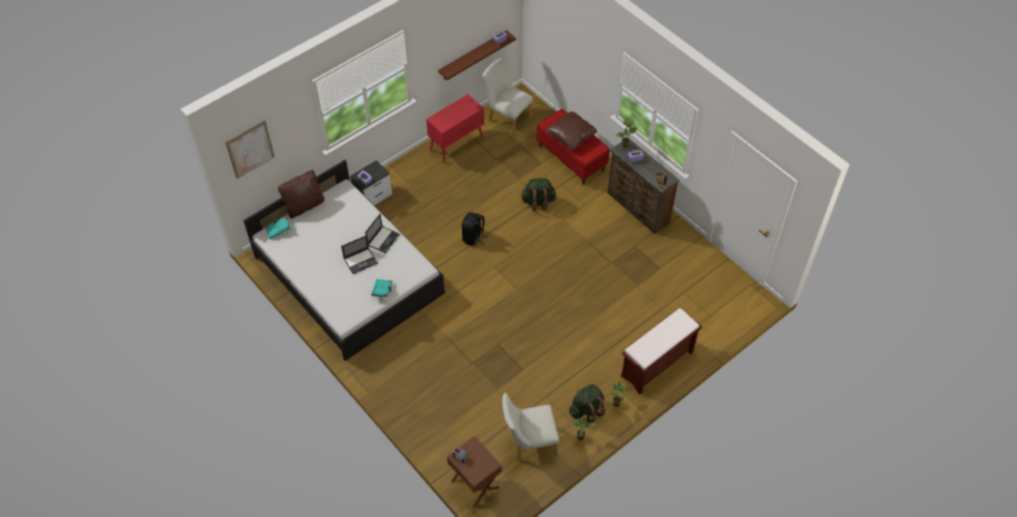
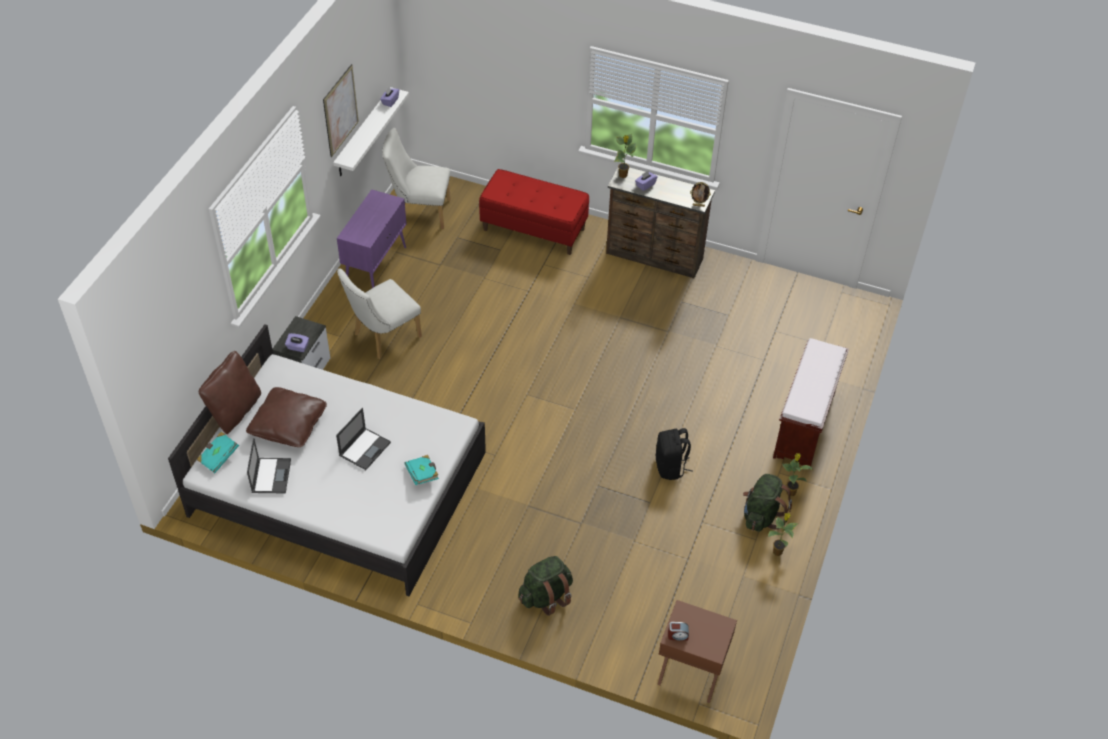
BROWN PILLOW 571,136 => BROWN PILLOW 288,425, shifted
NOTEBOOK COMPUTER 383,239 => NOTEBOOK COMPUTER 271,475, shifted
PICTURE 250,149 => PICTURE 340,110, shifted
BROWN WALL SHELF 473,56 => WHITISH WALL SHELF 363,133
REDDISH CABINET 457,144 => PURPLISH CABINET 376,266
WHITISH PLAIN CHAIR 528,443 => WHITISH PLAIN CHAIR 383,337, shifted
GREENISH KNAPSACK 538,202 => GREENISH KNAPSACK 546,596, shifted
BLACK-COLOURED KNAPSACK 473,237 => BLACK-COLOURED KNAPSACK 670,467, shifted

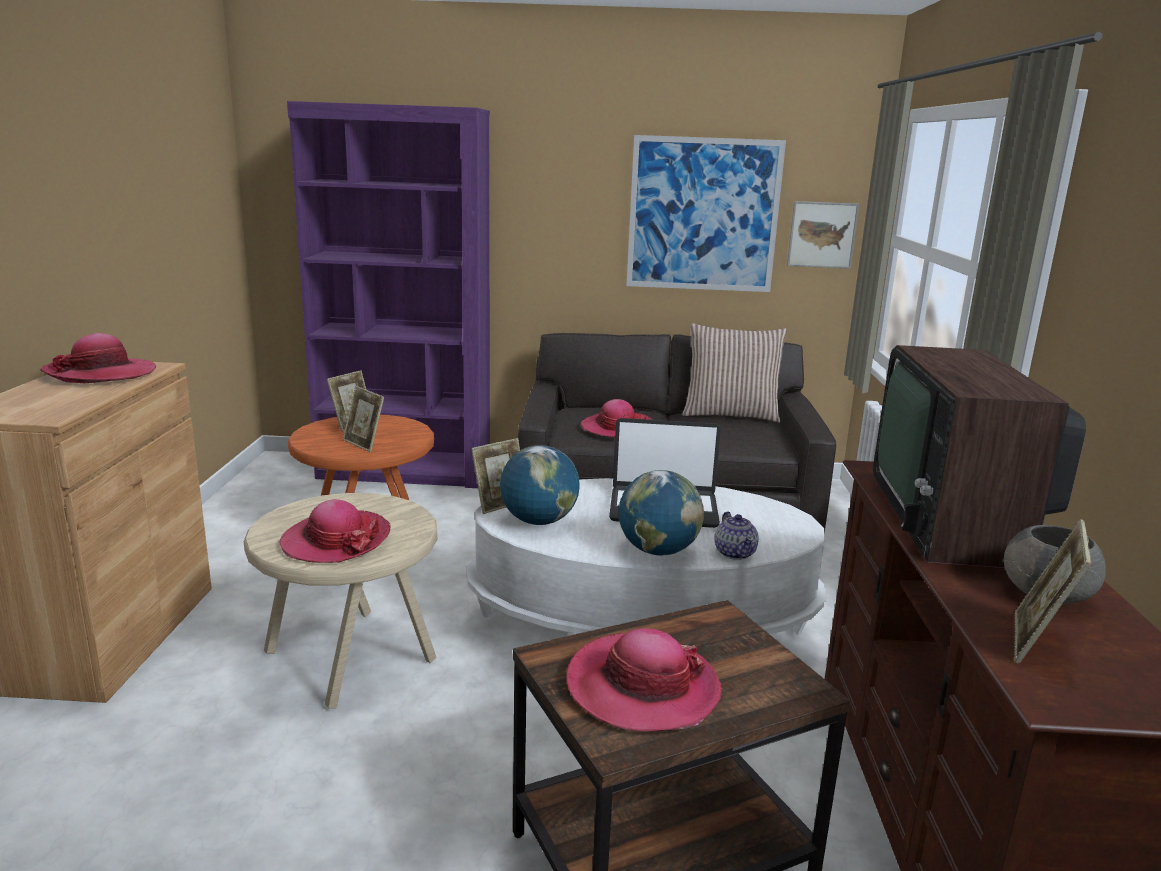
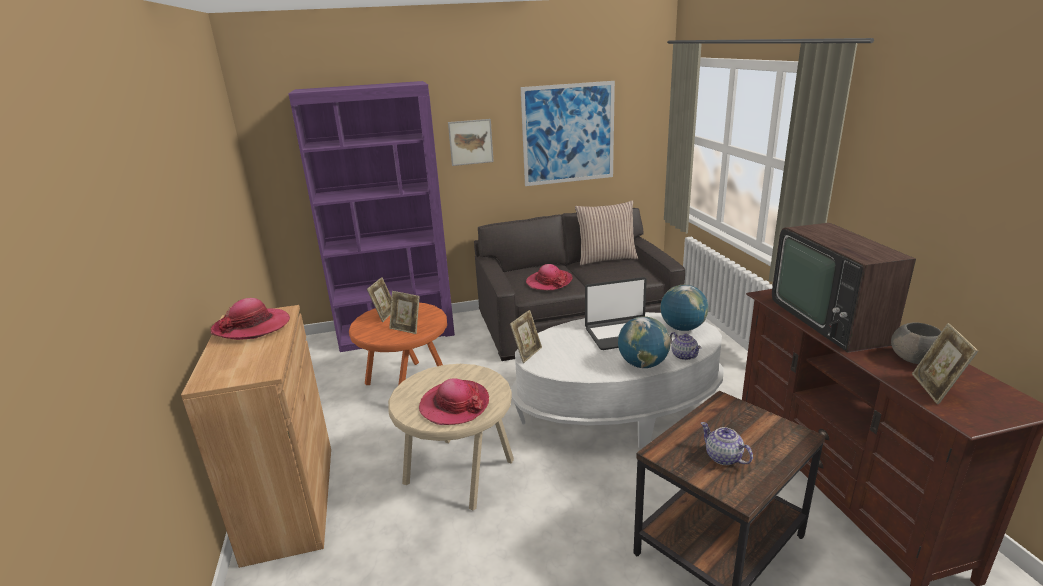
PICTURE 822,235 => PICTURE 471,142, shifted
GLOBE 539,521 => GLOBE 682,328, shifted
WEARABLE HAT 642,687 => TEAPOT 723,457

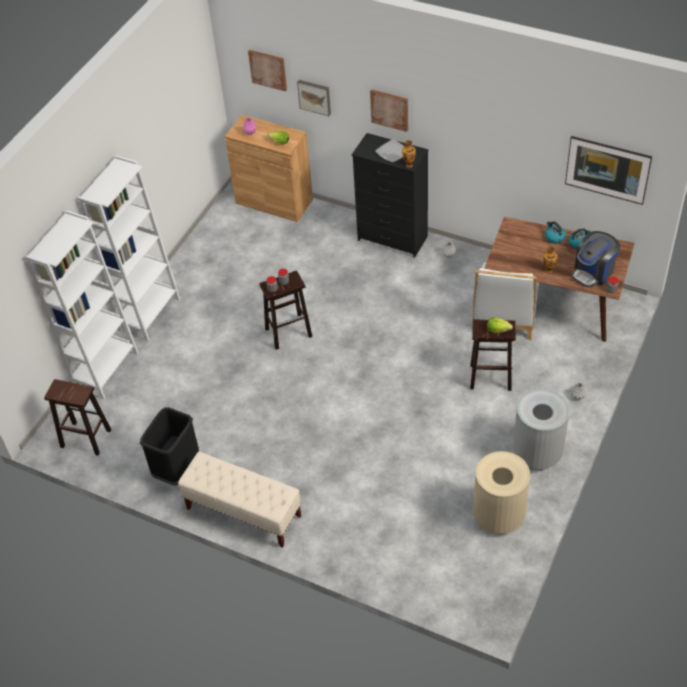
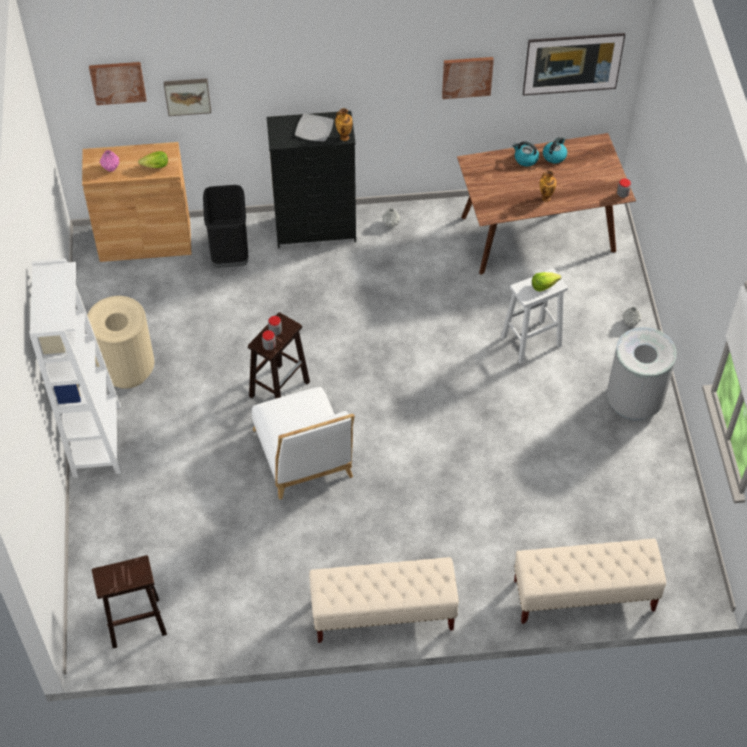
BEIGE RUBBISH BIN 499,516 => BEIGE RUBBISH BIN 127,370, shifted
BLACK-COLOURED RUBBISH BIN 177,469 => BLACK-COLOURED RUBBISH BIN 229,254, shifted
WHITISH PLAIN CHAIR 504,316 => WHITISH PLAIN CHAIR 304,459, shifted
PICTURE 389,109 => PICTURE 467,76, shifted
BROWN SITTING STOOL 489,377 => WHITISH SITTING STOOL 530,342
nothing => BEIGE LONG SEAT 583,595
WHITISH BOOKCASE 106,370 => nothing
COFFEE MAKER 593,272 => nothing

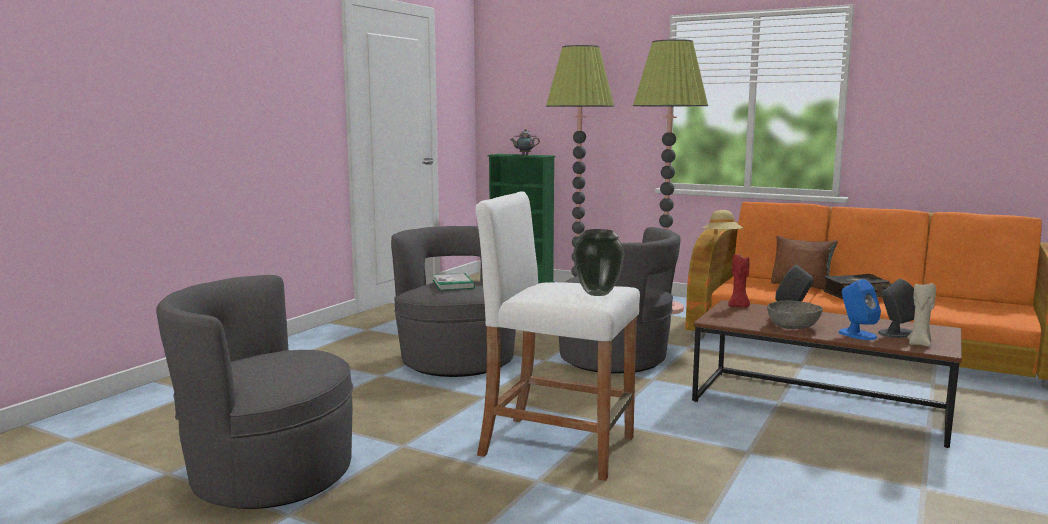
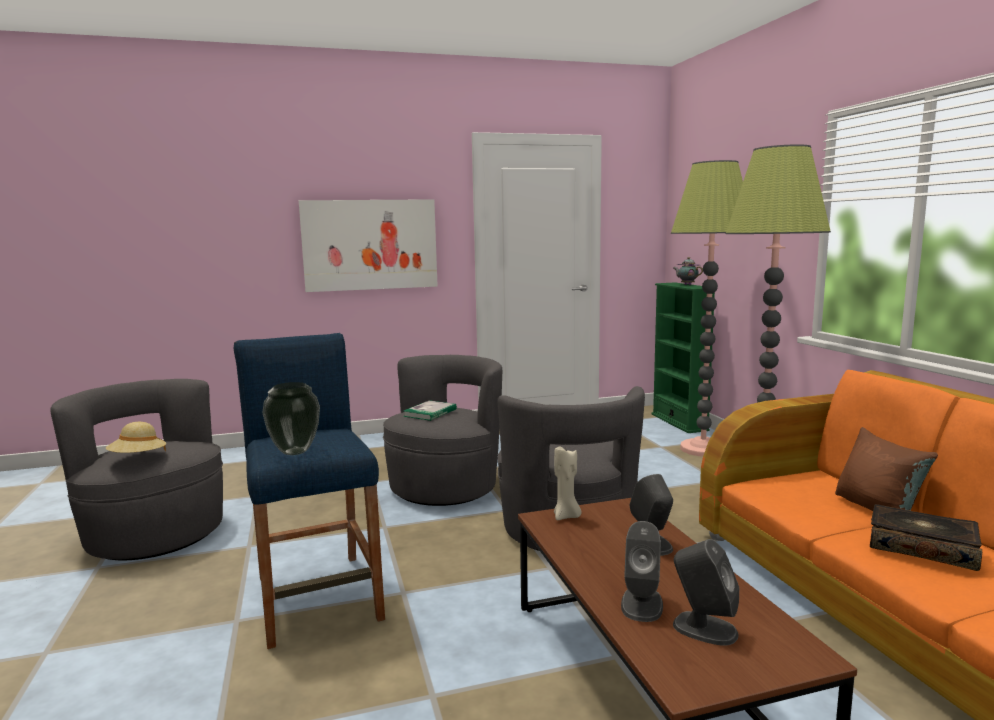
BEIGE WEARABLE HAT 722,238 => BEIGE WEARABLE HAT 138,458, shifted
WHITISH SITTING STOOL 557,446 => BLUE-COLOURED SITTING STOOL 318,597
nothing => PICTURE 370,245
BEIGE WAX LIGHT 920,344 => BEIGE WAX LIGHT 566,516, shifted
BLUE-COLOURED AUDIO SPEAKER 857,334 => GREYISH AUDIO SPEAKER 642,604
REDDISH WAX LIGHT 739,306 => nothing
GREYISH DEEP DISH 793,326 => nothing

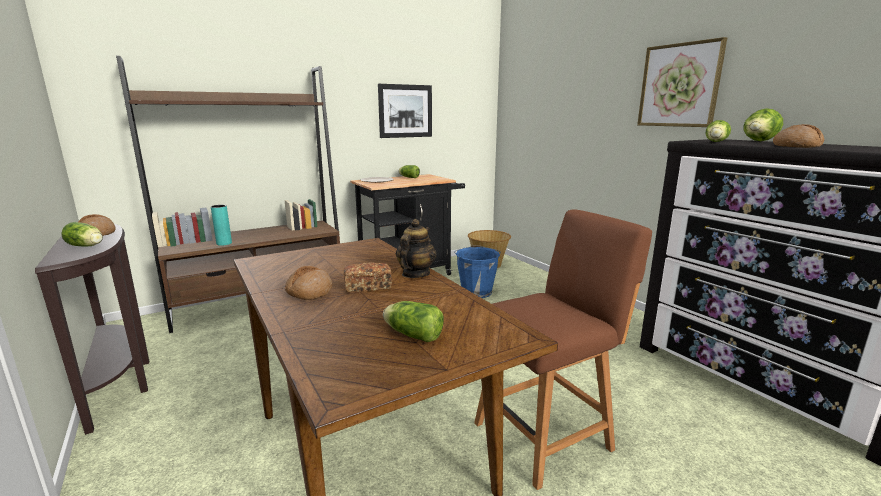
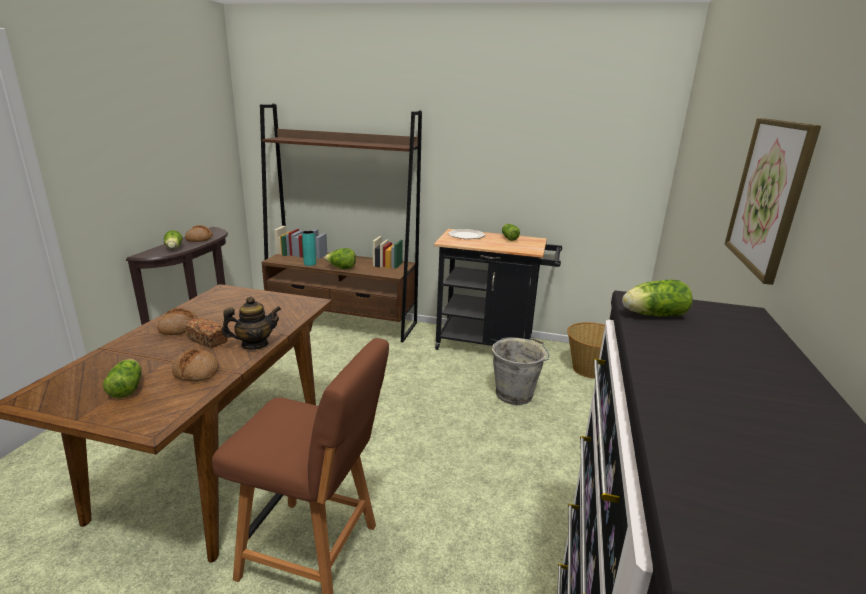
BREAD 796,146 => BREAD 196,372, shifted
LETTUCE 759,141 => LETTUCE 341,268, shifted
BLUE-COLOURED PAIL 476,292 => GREYISH PAIL 515,394
PICTURE 405,111 => nothing

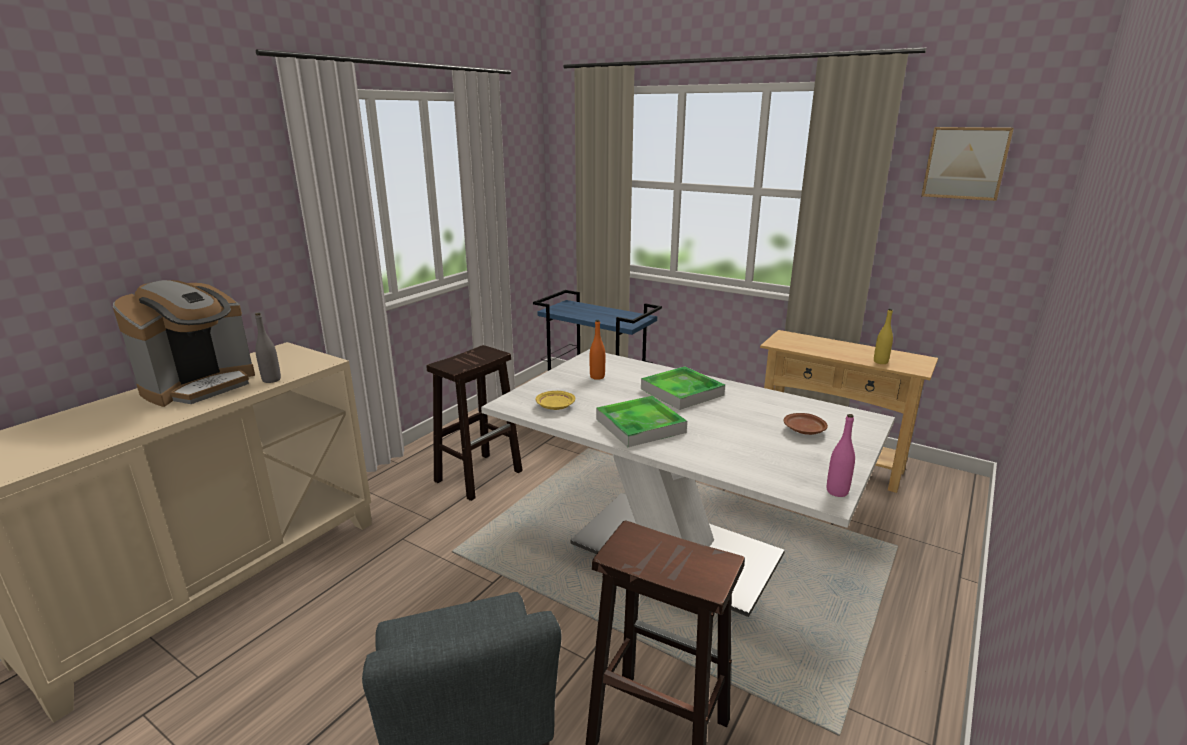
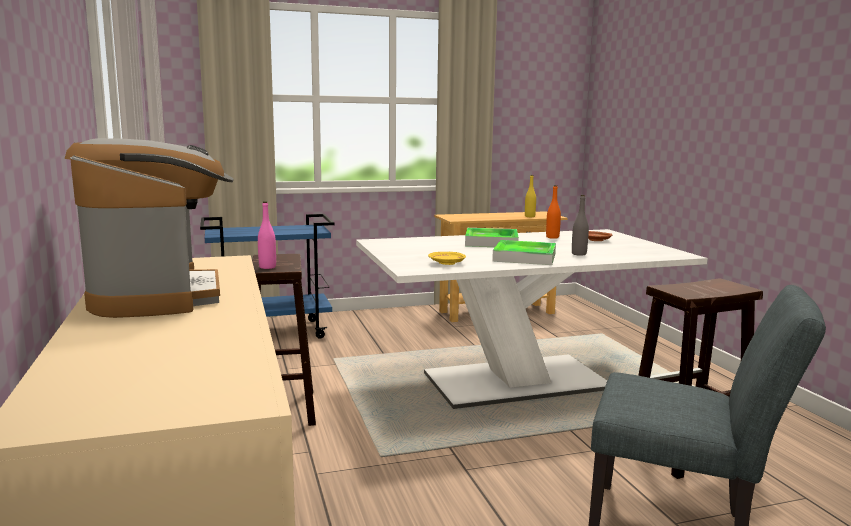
PINKISH BOTTLE 837,491 => PINKISH BOTTLE 267,267, shifted
ORANGE-COLOURED BOTTLE 597,377 => ORANGE-COLOURED BOTTLE 552,237, shifted
GREYISH BOTTLE 271,380 => GREYISH BOTTLE 579,254, shifted
PICTURE 965,163 => nothing

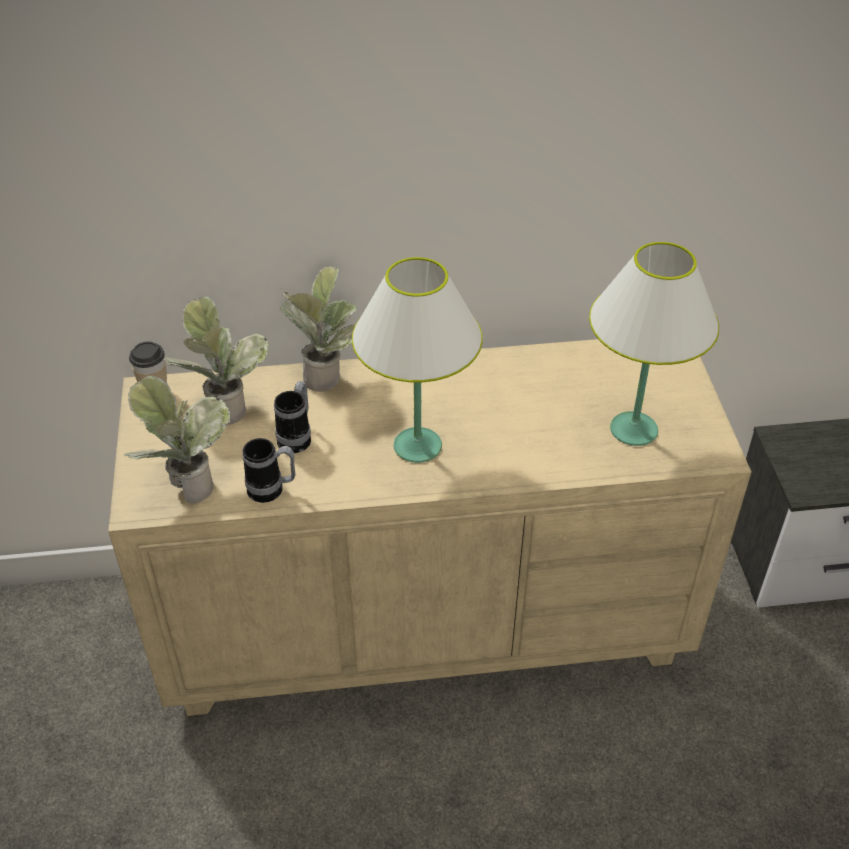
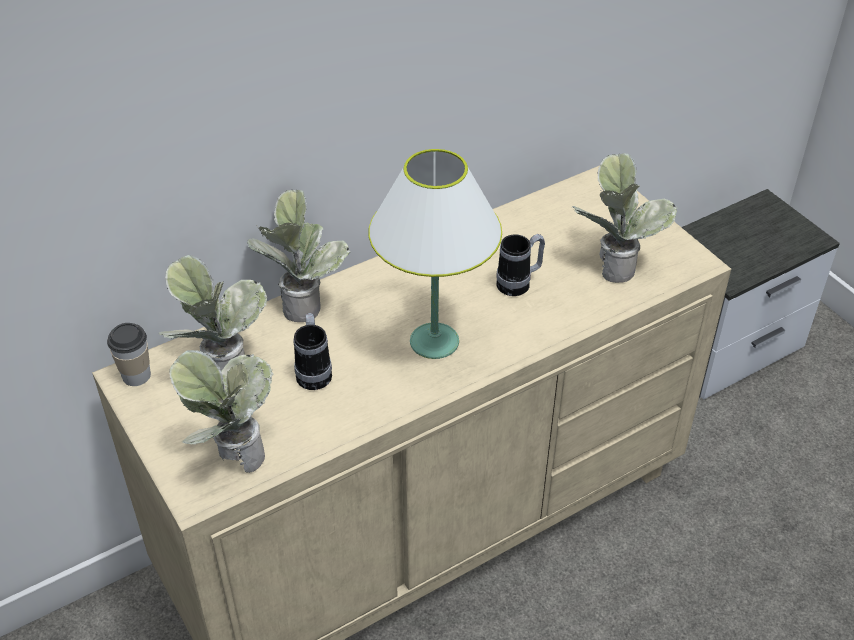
COFFEE MUG 272,490 => COFFEE MUG 519,284, shifted
WHITISH TABLE LAMP 633,429 => POTTED PLANT 613,264

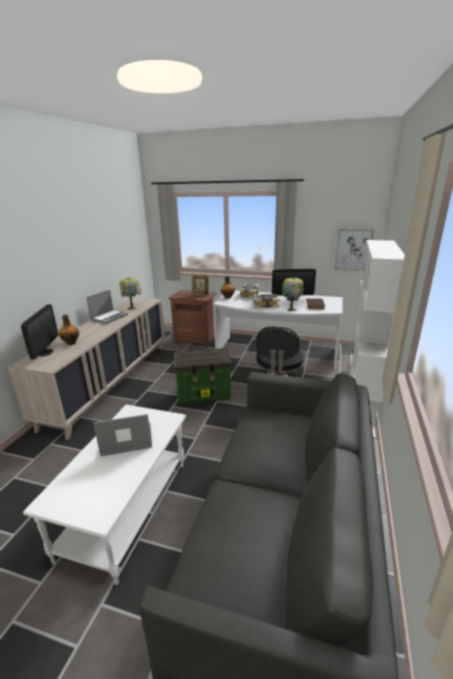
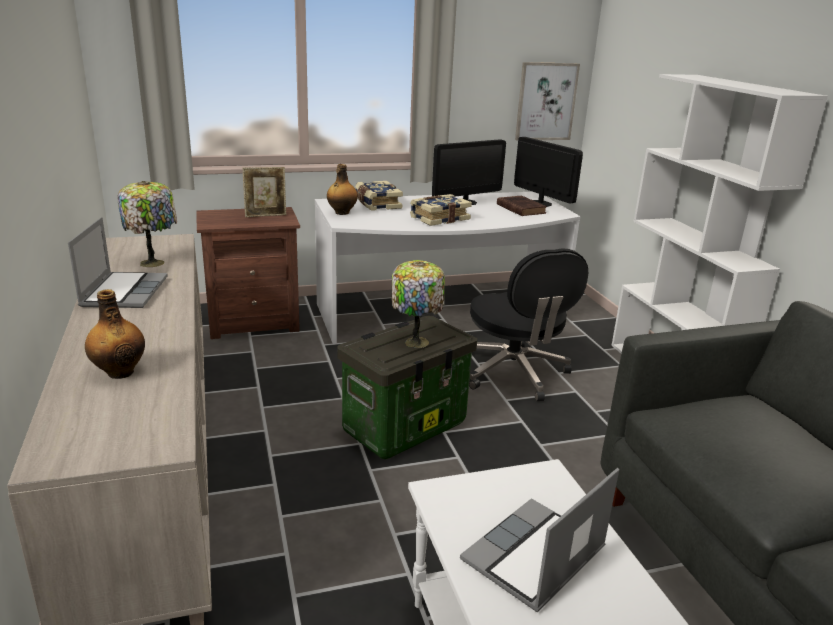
TABLE LAMP 292,309 => TABLE LAMP 416,341, shifted
COMPUTER DISPLAY 45,352 => COMPUTER DISPLAY 540,203, shifted

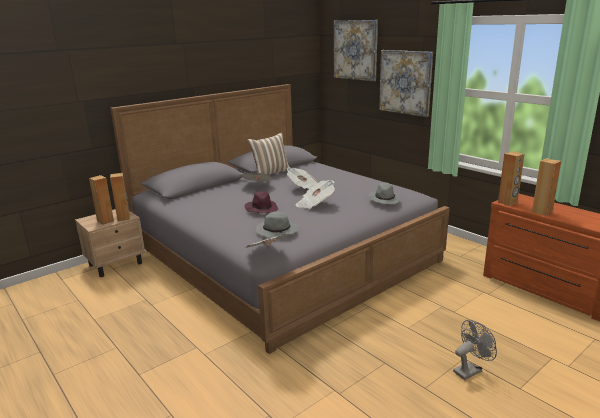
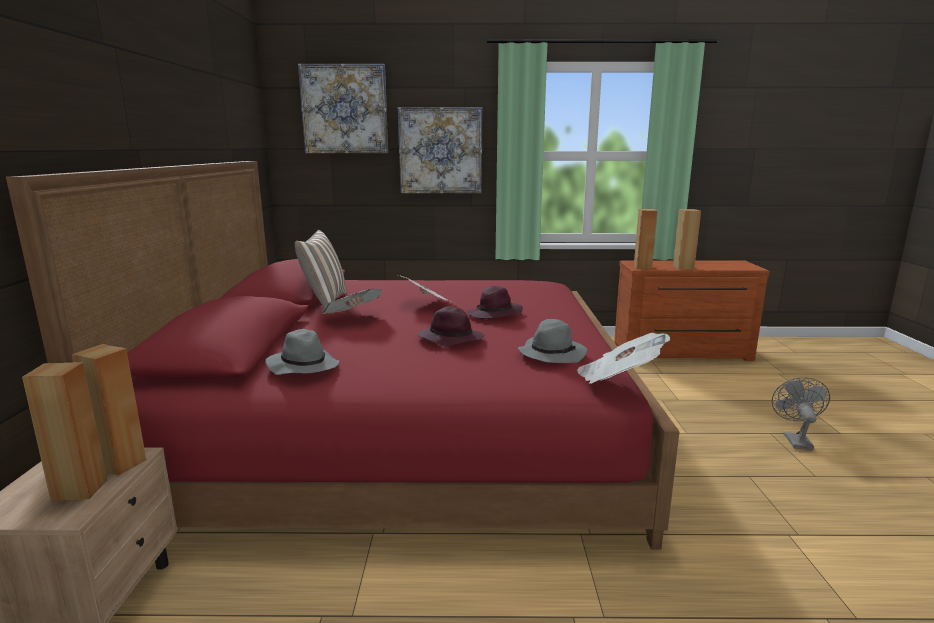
GREYISH BED 282,254 => REDDISH BED 404,426
GREYISH WEARABLE HAT 384,200 => GREYISH WEARABLE HAT 302,366, shifted
DAILY PAPER 315,204 => PURPLISH WEARABLE HAT 495,315

